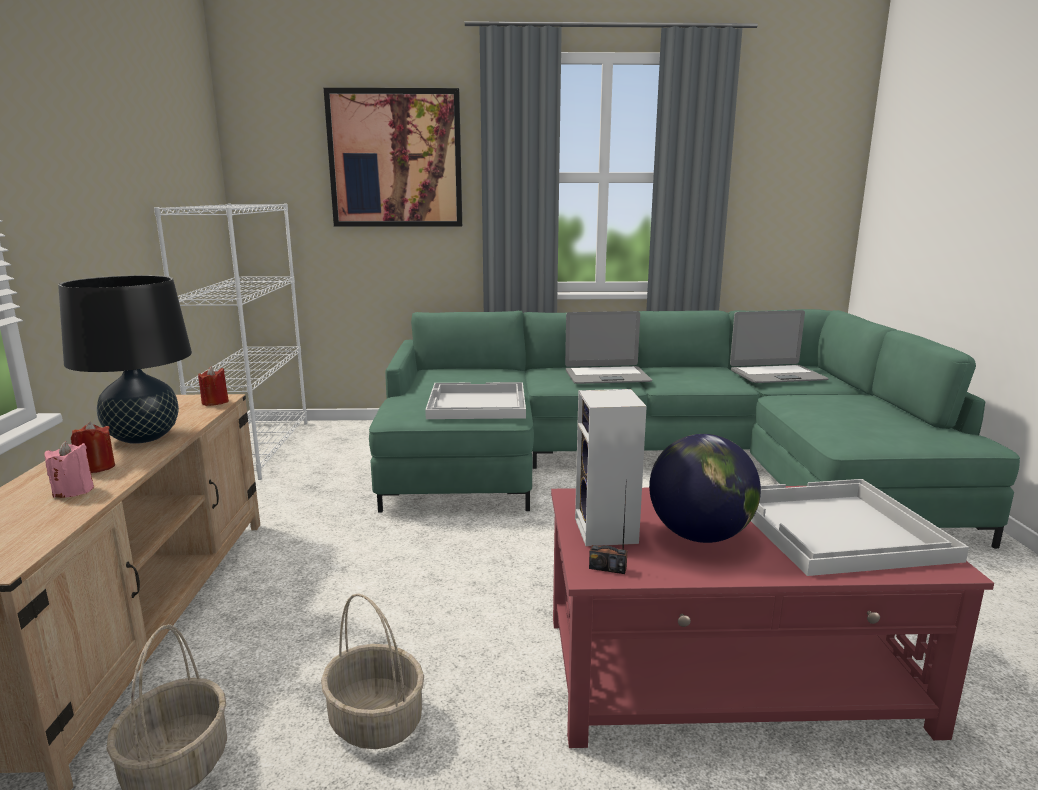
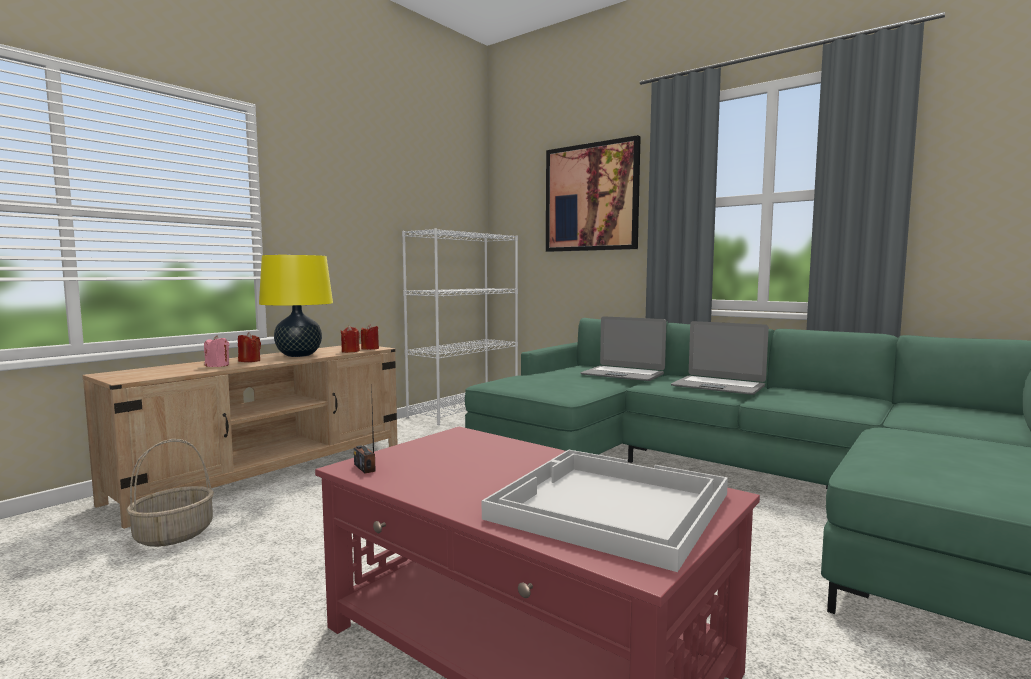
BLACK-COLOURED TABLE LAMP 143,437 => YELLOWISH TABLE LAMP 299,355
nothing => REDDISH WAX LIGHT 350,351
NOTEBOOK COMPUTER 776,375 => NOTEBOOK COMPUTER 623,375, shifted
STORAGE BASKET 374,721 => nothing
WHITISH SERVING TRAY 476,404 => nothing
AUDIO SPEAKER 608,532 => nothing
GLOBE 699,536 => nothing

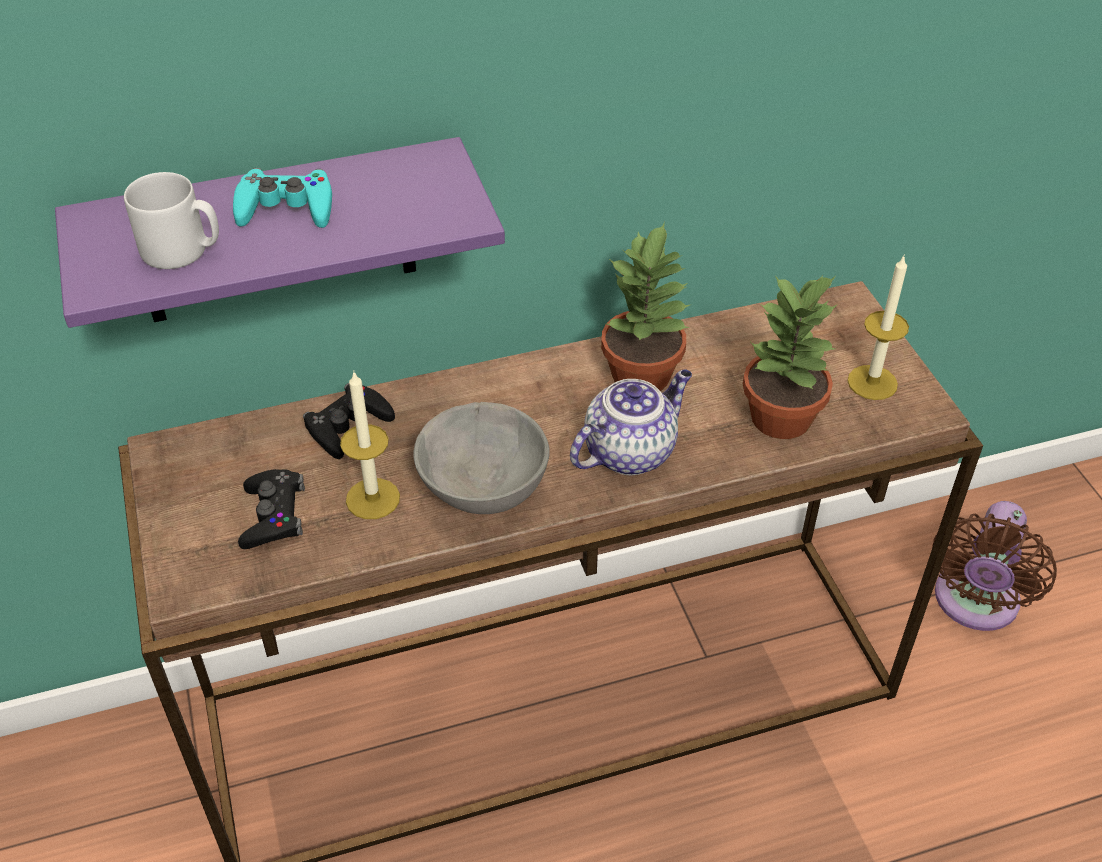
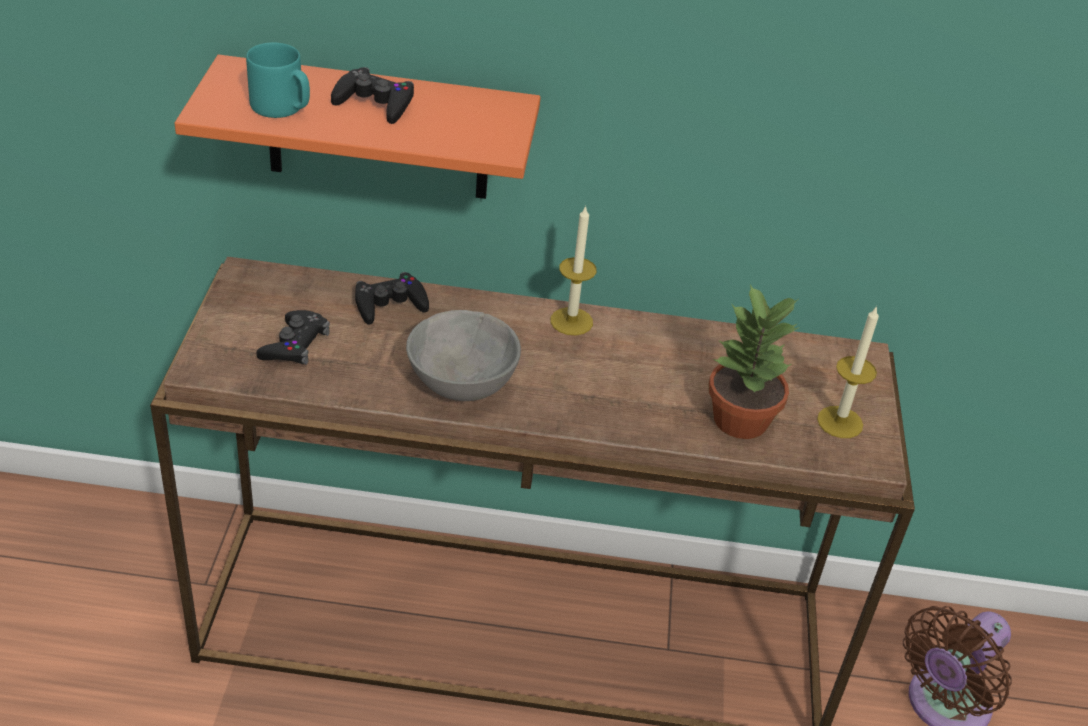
PURPLISH WALL SHELF 275,234 => ORANGE-COLOURED WALL SHELF 378,130
GREYISH COFFEE MUG 182,251 => TURQUOISE COFFEE MUG 282,108
TURQUOISE GAME CONTROLLER 286,208 => BLACK-COLOURED GAME CONTROLLER 375,103
WAX LIGHT 373,498 => WAX LIGHT 571,321, shifted
TEAPOT 630,451 => nothing
POTTED PLANT 643,375 => nothing

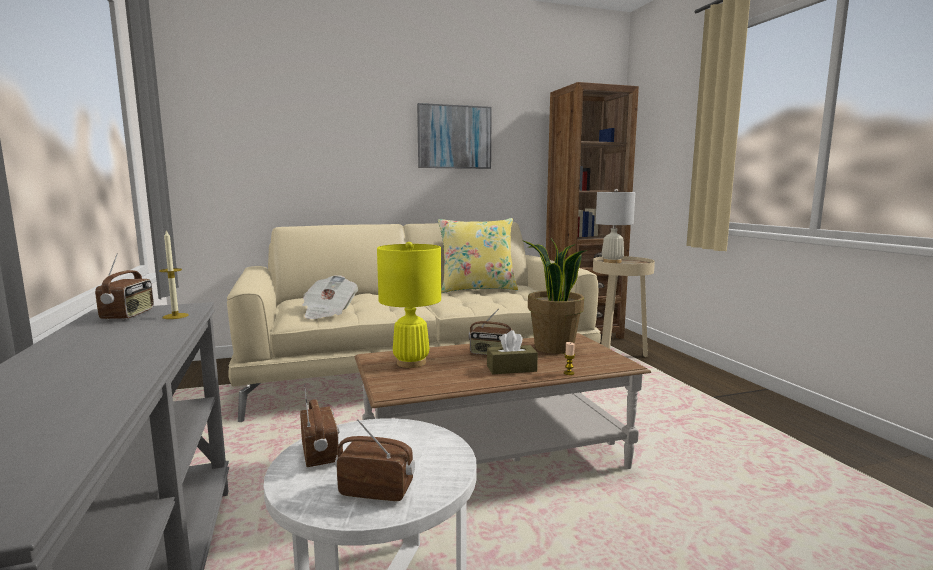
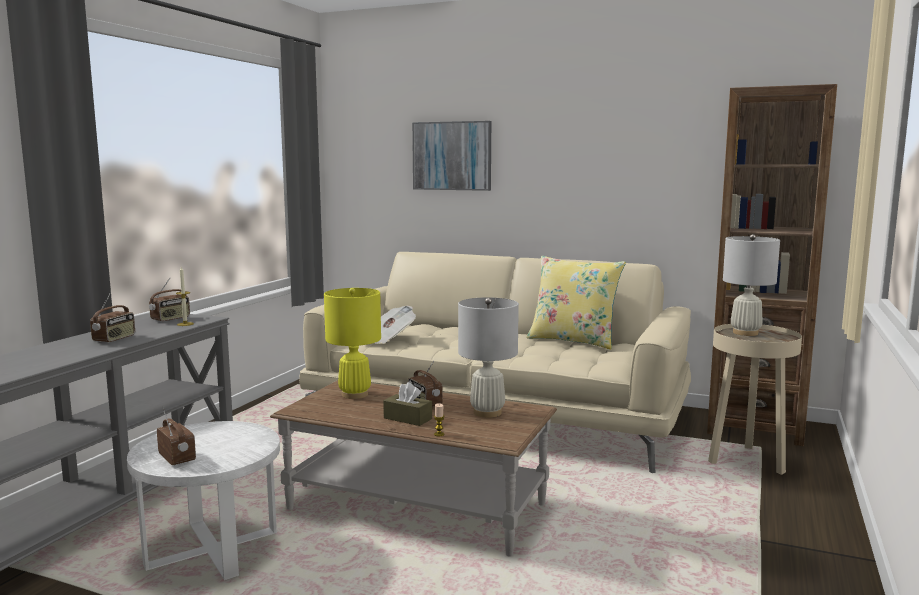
RADIO 321,454 => RADIO 115,339, shifted
PICTURE 454,137 => PICTURE 452,156, shifted
POTTED PLANT 553,348 => WHITISH TABLE LAMP 487,413

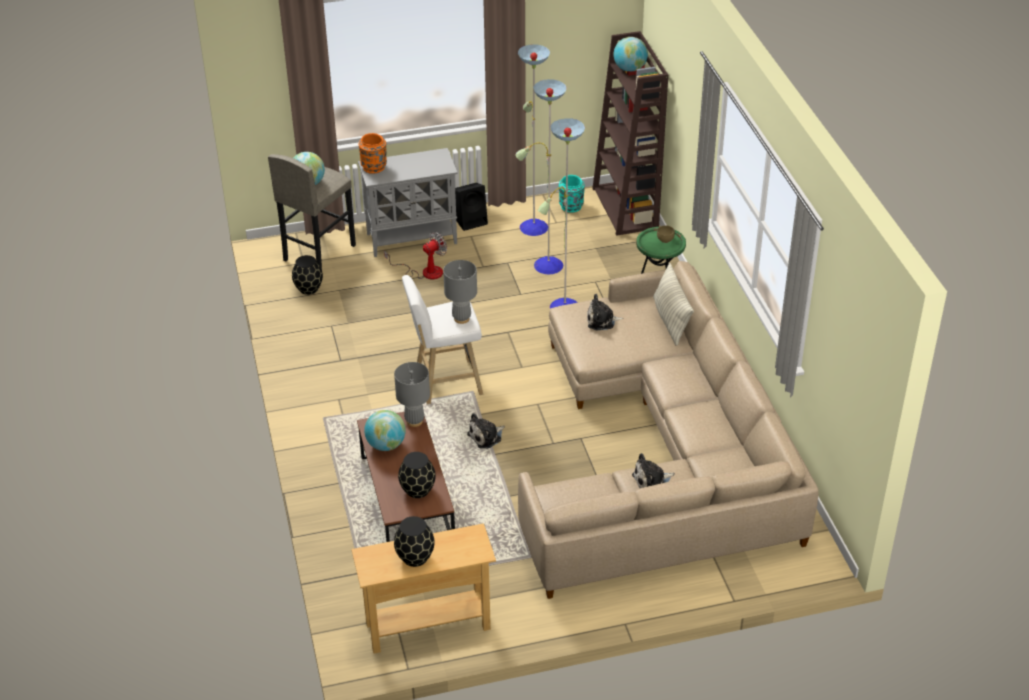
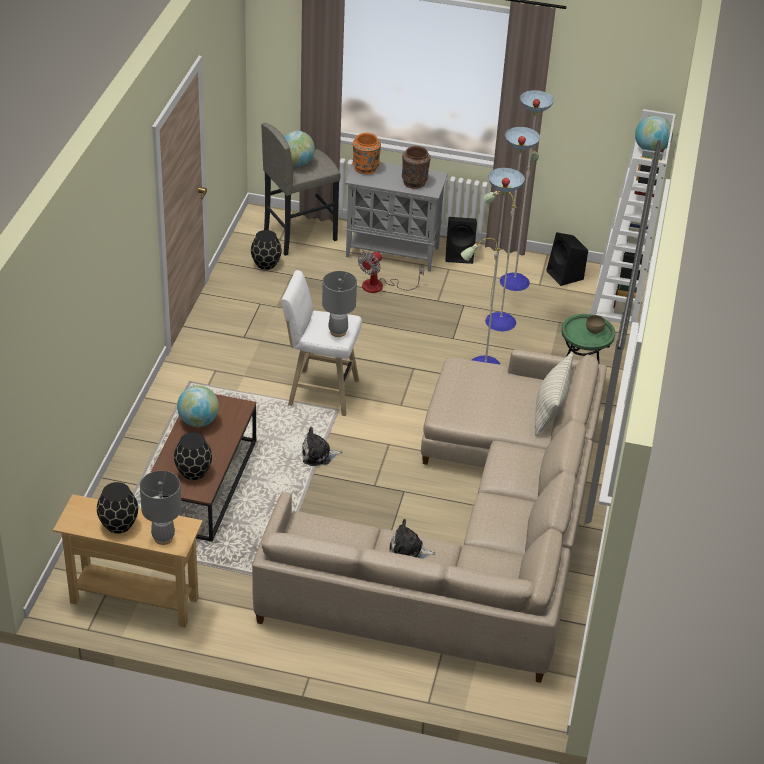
GREYISH TABLE LAMP 414,421 => GREYISH TABLE LAMP 163,538, shifted
ELECTRIC FAN 425,272 => ELECTRIC FAN 380,286, 135 degrees clockwise
nothing => BROWN VASE 414,182
TURQUOISE VASE 571,207 => BLACK-COLOURED AUDIO SPEAKER 565,275
BROWN BOOKCASE 626,208 => WHITISH BOOKCASE 618,295
SOFT TOY 602,321 => nothing

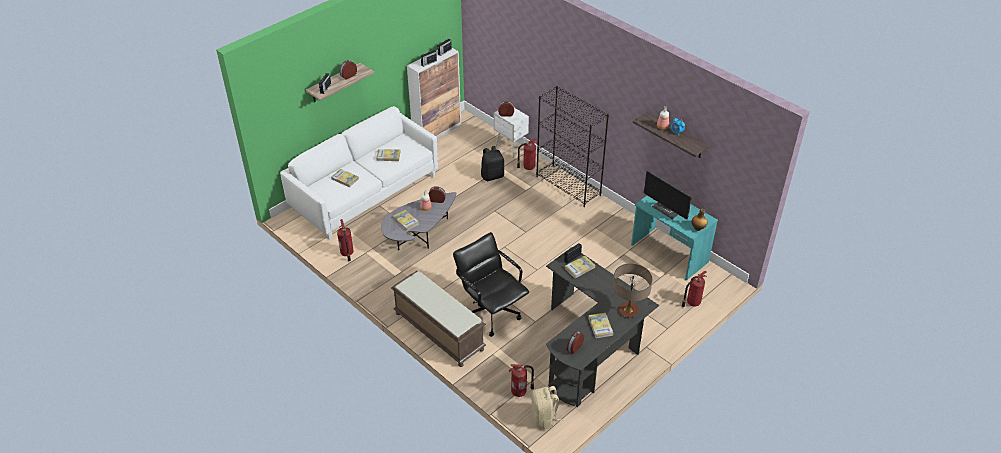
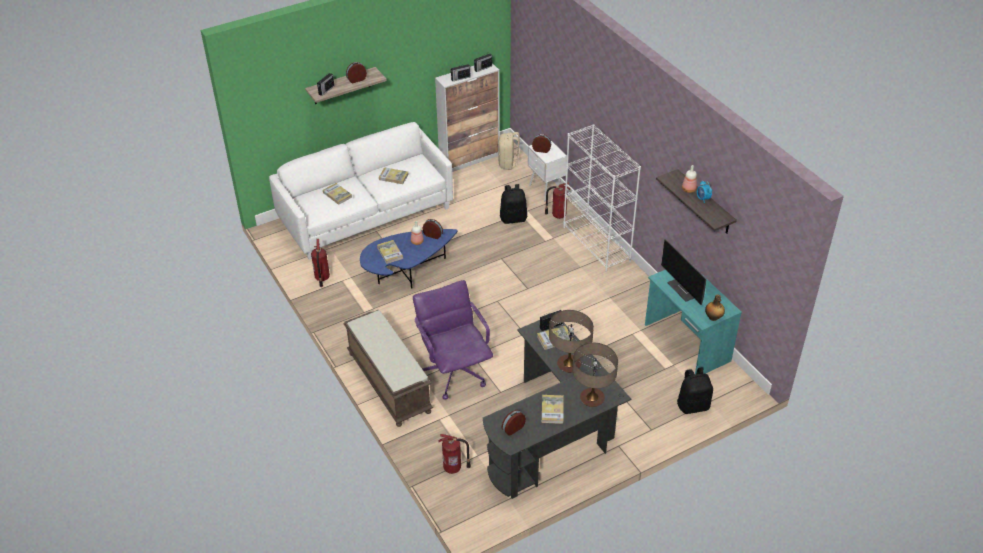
GREYISH COFFEE TABLE 418,236 => BLUE-COLOURED COFFEE TABLE 406,272
BLACK-COLOURED OFFICE CHAIR 491,312 => PURPLISH OFFICE CHAIR 454,372
BEIGE KNAPSACK 544,418 => BEIGE KNAPSACK 509,163, shifted
nothing => TABLE LAMP 569,365
BLACK-COLOURED BOOKCASE 568,186 => WHITISH BOOKCASE 597,244
EXTINGUISHER 692,302 => BLACK-COLOURED KNAPSACK 693,405

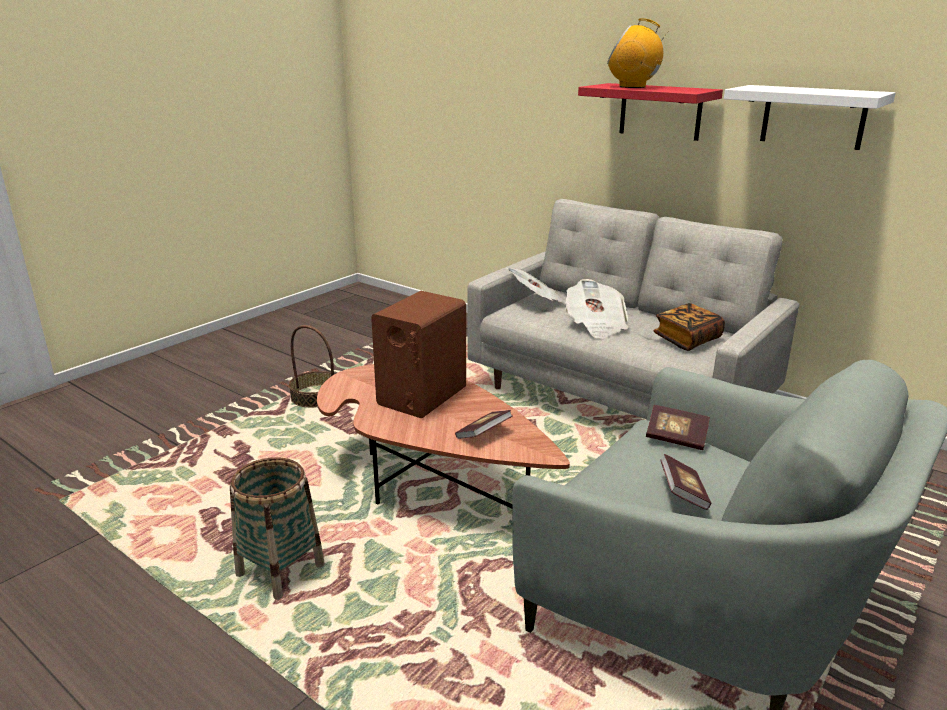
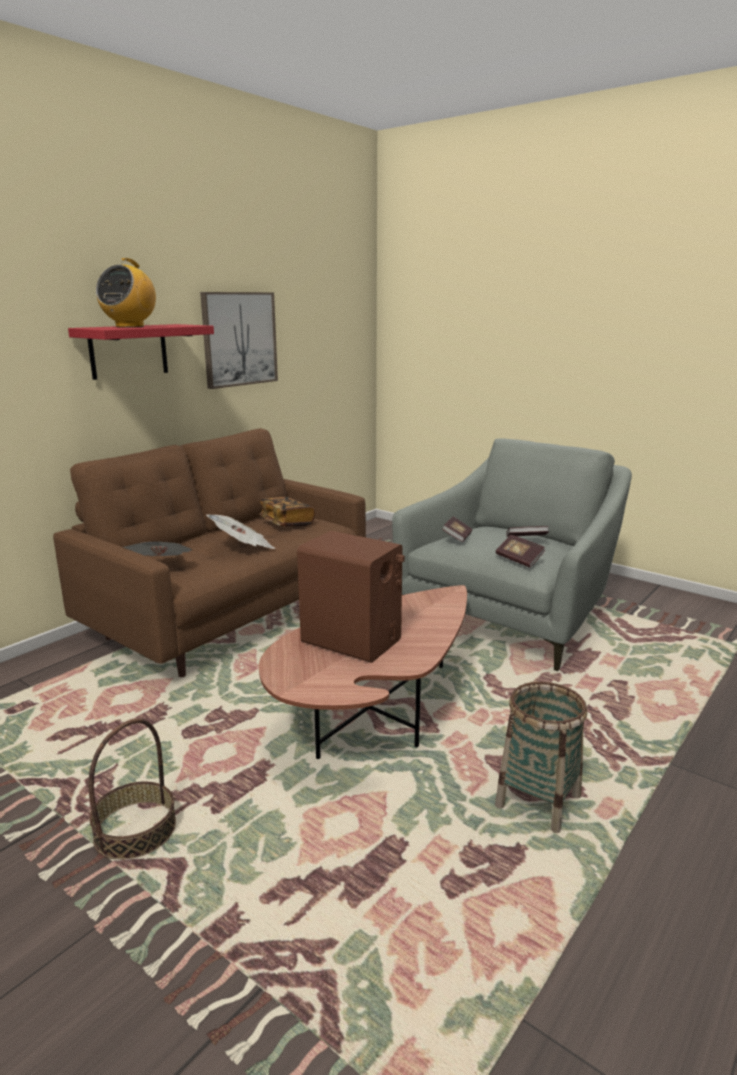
GREYISH SOFA 619,397 => BROWN SOFA 230,616
WHITISH WALL SHELF 813,117 => PICTURE 239,339
BOOK 483,434 => BOOK 519,559, shifted

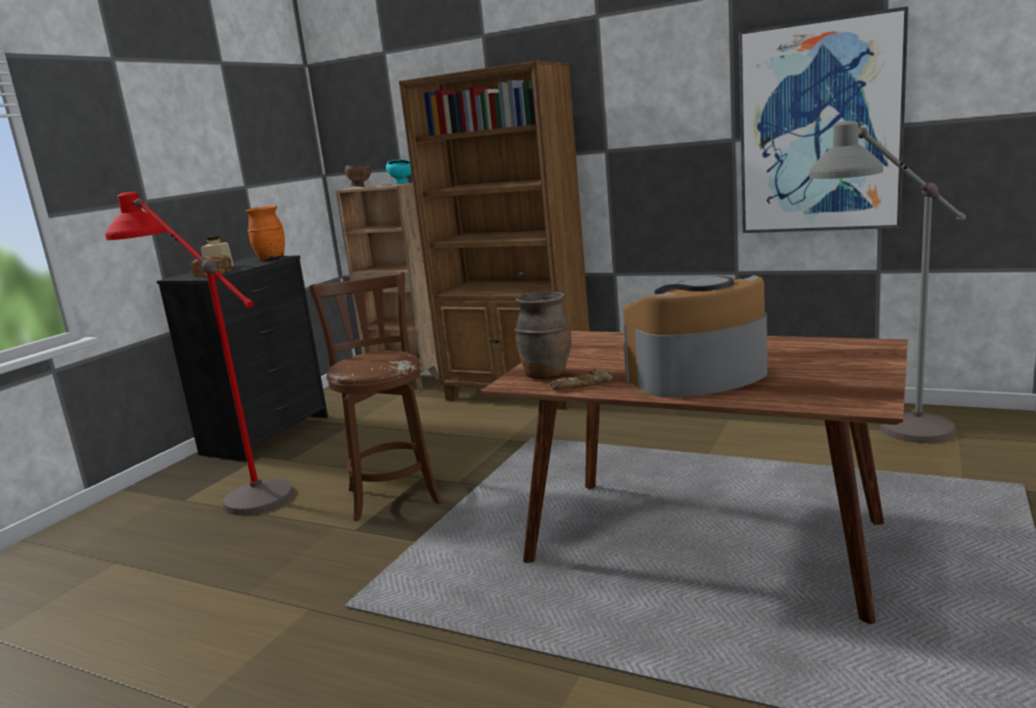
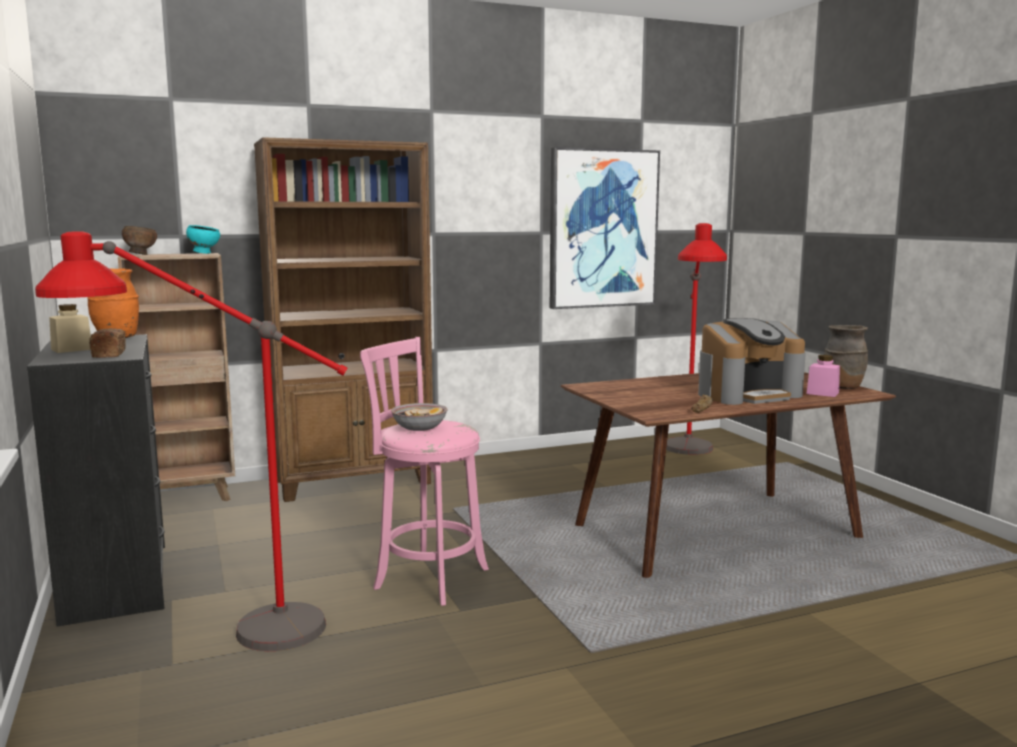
BROWN SITTING STOOL 393,493 => PINKISH SITTING STOOL 426,577
nothing => DEEP DISH 419,428
GREYISH STANDARD LAMP 887,443 => REDDISH STANDARD LAMP 689,457
COFFEE MAKER 697,376 => COFFEE MAKER 748,394, 135 degrees counterclockwise
nothing => PINKISH STORAGE JAR 822,393
BROWN VASE 546,375 => BROWN VASE 842,387, shifted

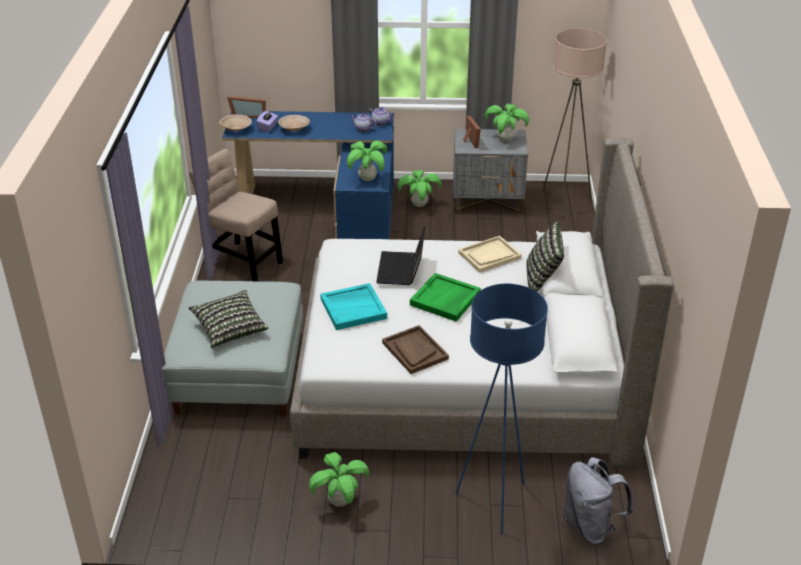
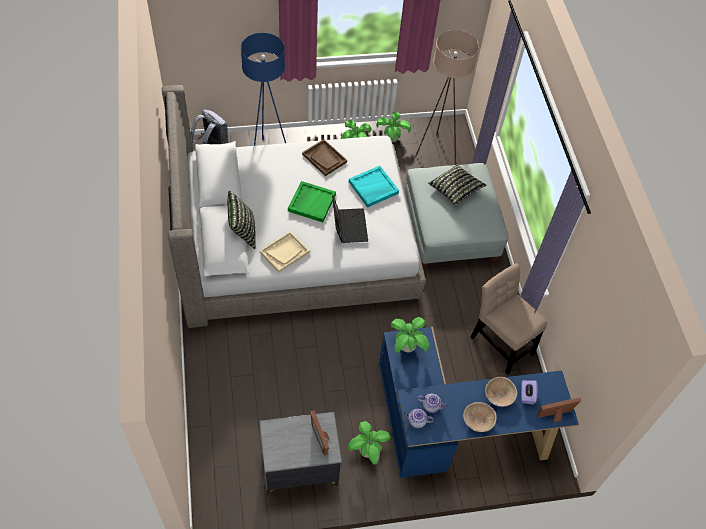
POTTED PLANT 505,140 => POTTED PLANT 391,140, shifted
BEIGE STANDARD LAMP 564,203 => BEIGE STANDARD LAMP 436,151, shifted
BEIGE DEEP DISH 237,129 => BEIGE DEEP DISH 477,420, shifted
BEIGE PLAIN CHAIR 241,261 => BEIGE PLAIN CHAIR 500,342, 150 degrees counterclockwise

